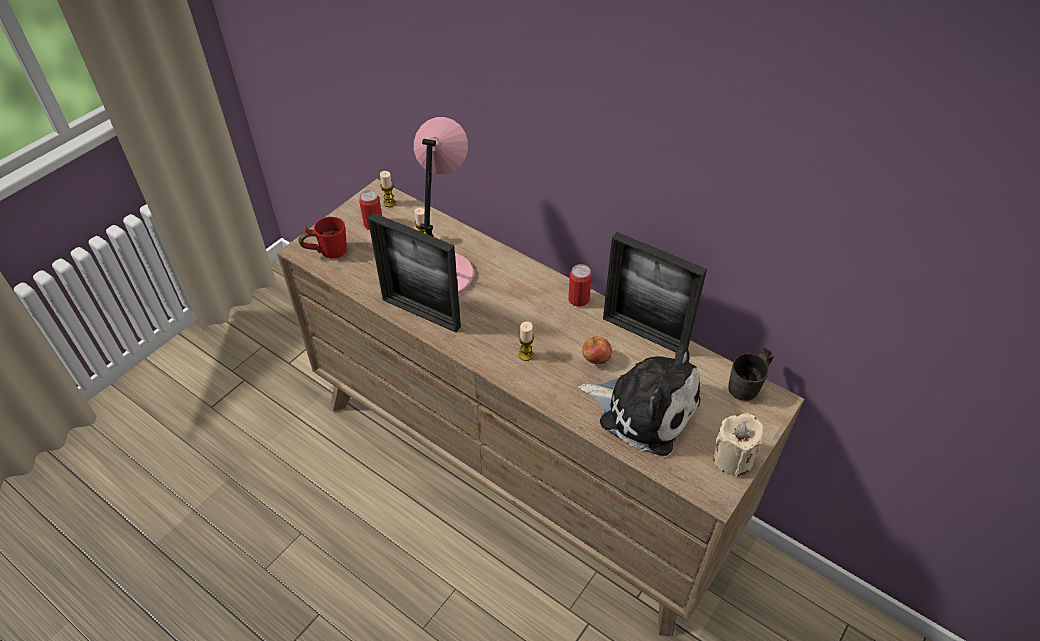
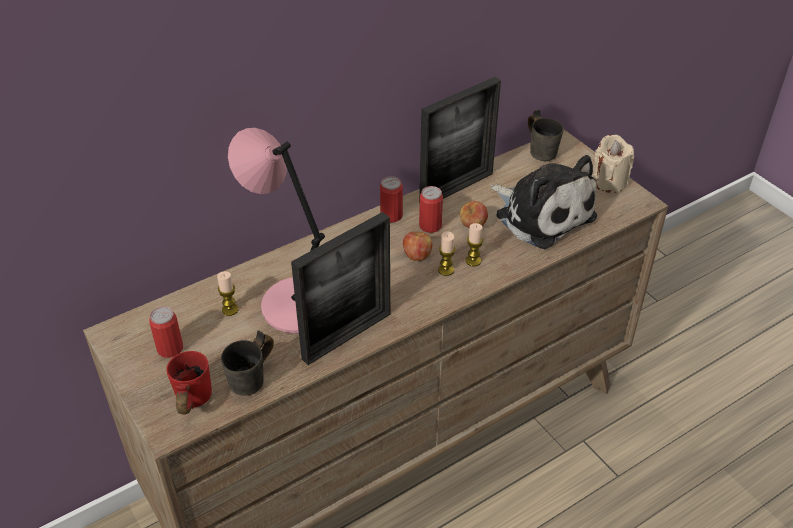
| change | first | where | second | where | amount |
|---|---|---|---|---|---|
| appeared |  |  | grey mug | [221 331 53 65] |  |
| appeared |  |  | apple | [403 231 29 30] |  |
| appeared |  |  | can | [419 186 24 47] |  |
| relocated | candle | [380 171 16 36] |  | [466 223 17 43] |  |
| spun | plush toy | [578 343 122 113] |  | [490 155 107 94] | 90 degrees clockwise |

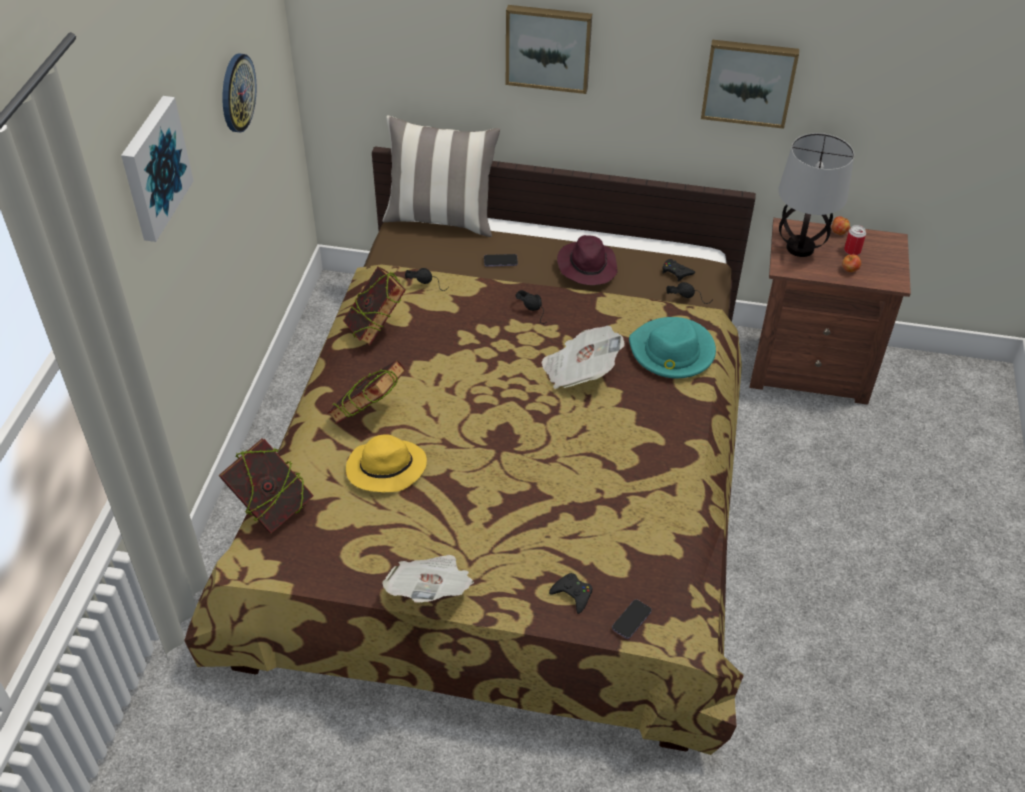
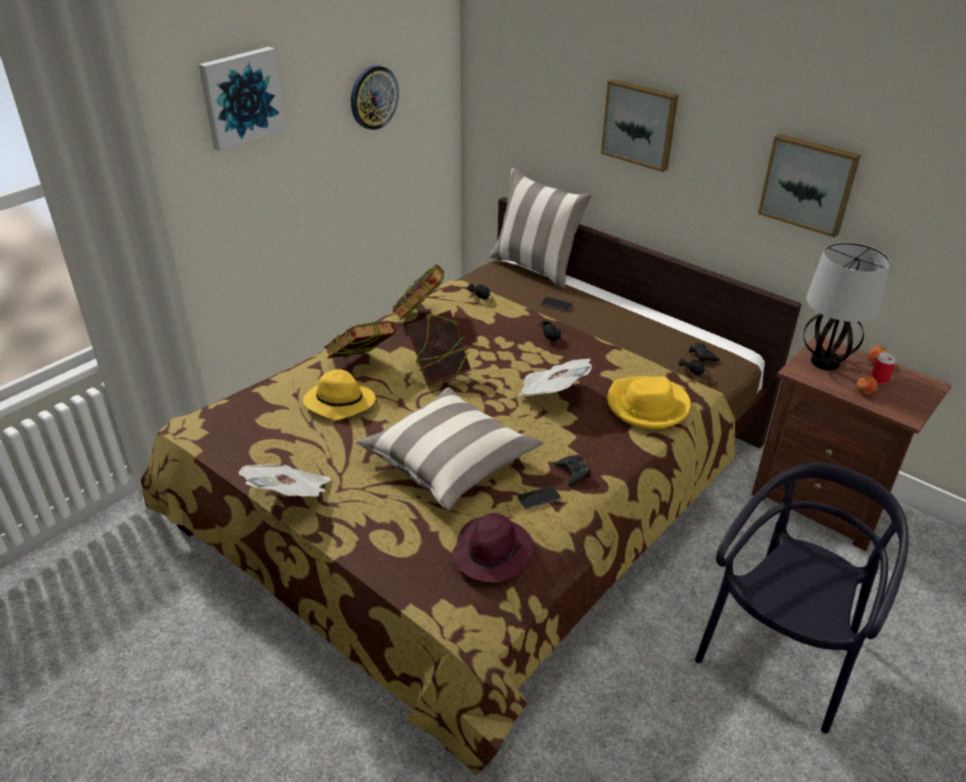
| change | first | where | second | where | amount |
|---|---|---|---|---|---|
| appeared |  |  | pillow | [355 387 188 124] |  |
| relocated | book | [219 439 95 94] |  | [407 310 64 75] |  |
| relocated | purple hat | [557 235 61 50] |  | [452 513 82 70] |  |
| relocated | phone | [612 599 40 40] |  | [518 486 42 23] |  |
| relocated | black game controller | [549 573 43 41] |  | [555 455 36 31] |  |
| colour | turquoise hat | [629 317 87 61] | yellow hat | [607 376 84 53] |  |
| appeared |  |  | black chair | [695 462 214 272] |  |

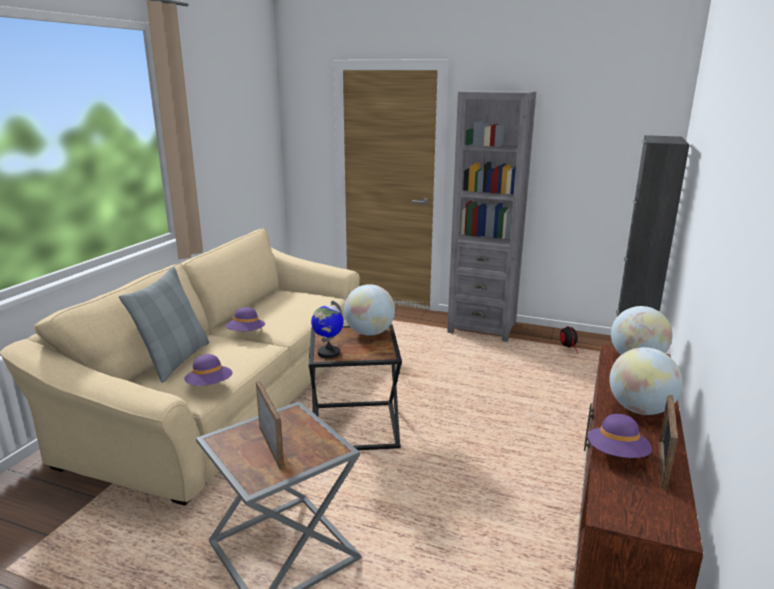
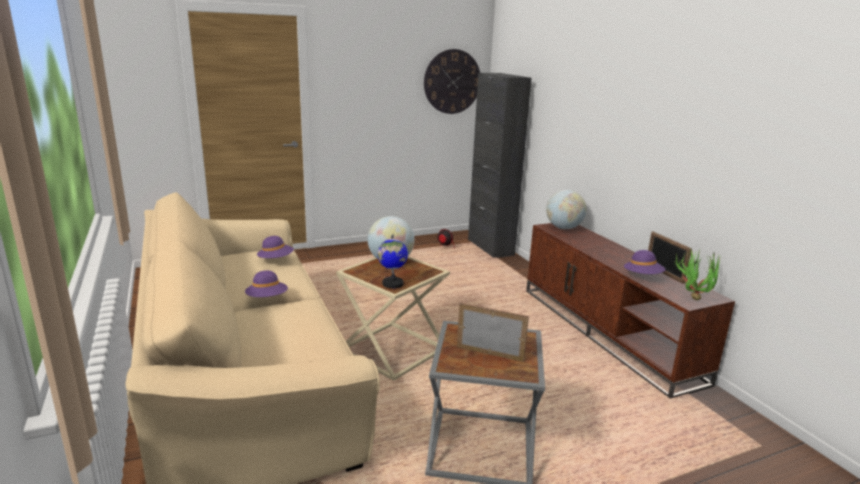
| change | first | where | second | where | amount |
|---|---|---|---|---|---|
| relocated | purple hat | [184 354 49 32] |  | [257 236 37 22] |  |
| colour | black side table | [309 324 93 126] | beige side table | [336 256 114 125] |  |
| appeared |  |  | wall clock | [424 49 56 65] |  |
| appeared |  |  | potted plant | [673 249 47 51] |  |
| missing | grey pillow | [119 266 90 117] |  |  |  |
| missing | grey bookcase | [447 91 89 251] |  |  |  |
| missing | globe | [609 347 74 68] |  |  |  |

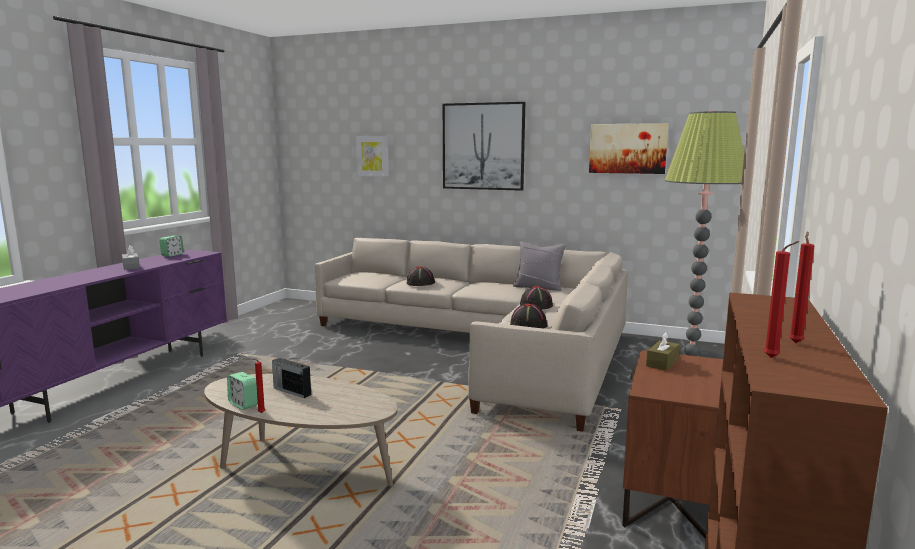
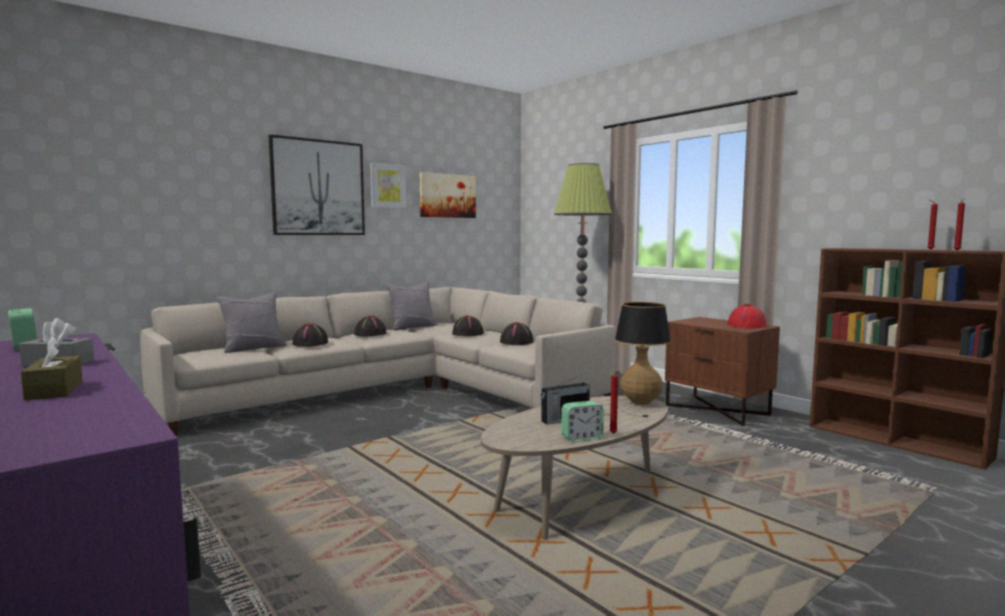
| change | first | where | second | where | amount |
|---|---|---|---|---|---|
| relocated | brown tissue box | [646 332 34 39] |  | [21 336 62 64] |  |
| appeared |  |  | grey pillow | [216 293 71 60] |  |
| appeared |  |  | black hat | [354 316 32 20] |  |
| relocated | picture | [356 136 33 41] |  | [370 163 36 46] |  |
| appeared |  |  | table lamp | [601 302 70 115] |  |
| appeared |  |  | red hat | [727 304 40 24] |  |

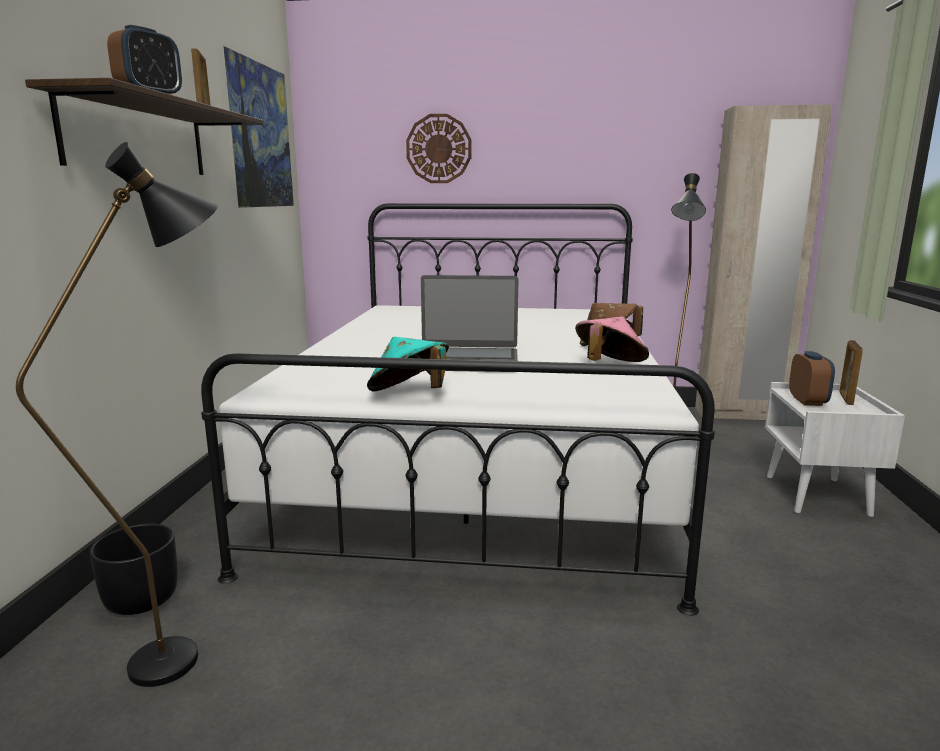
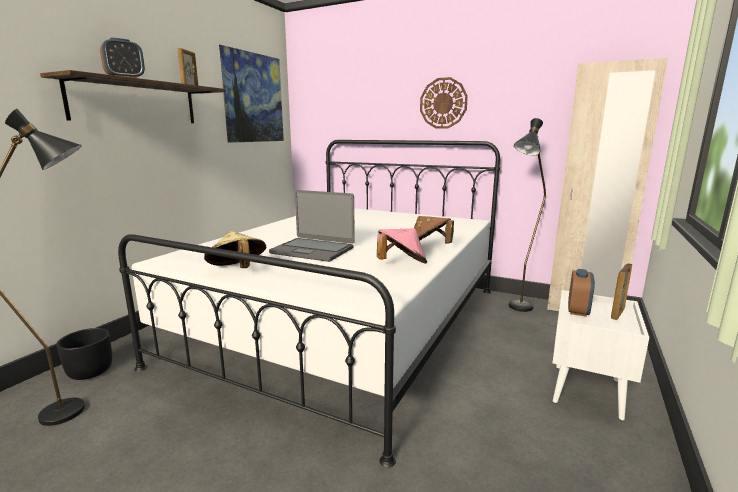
| change | first | where | second | where | amount |
|---|---|---|---|---|---|
| colour | turquoise hat | [367 337 82 54] | beige hat | [204 231 62 37] |  |
| relocated | wall clock | [406 114 65 69] |  | [420 77 48 52] |  |

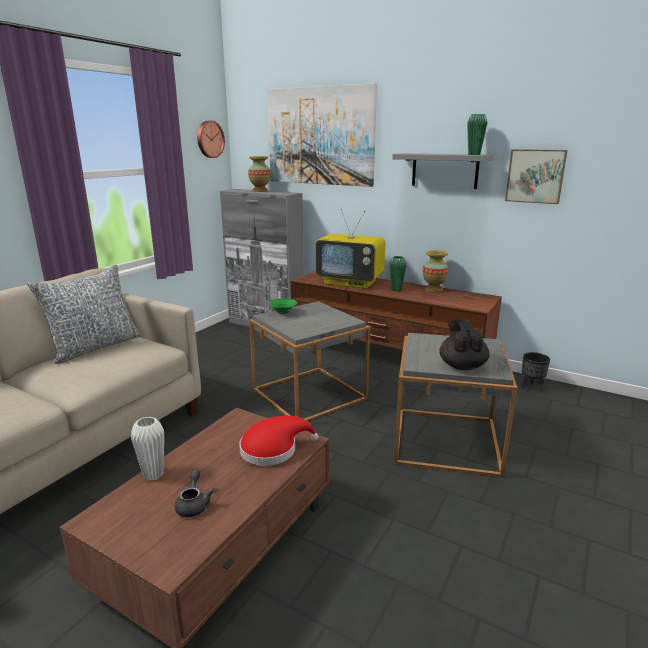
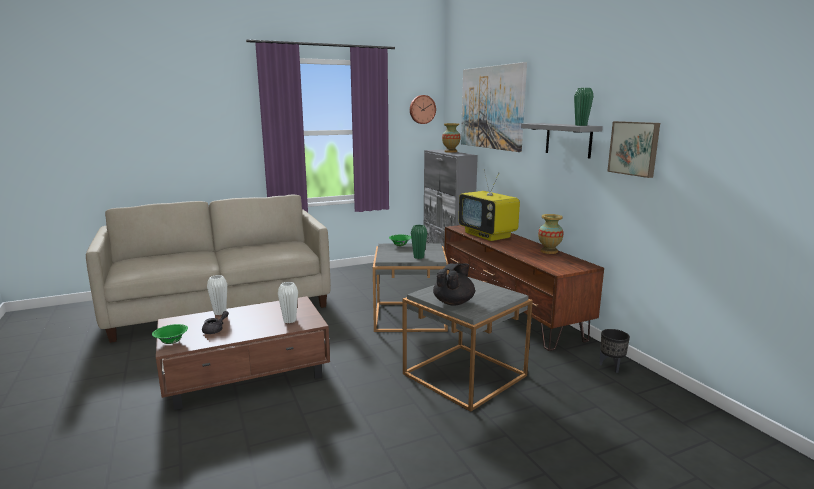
| change | first | where | second | where | amount |
|---|---|---|---|---|---|
| appeared |  |  | green bowl | [152 324 36 20] |  |
| exchanged | red hat | [239 416 80 50] | white vase | [278 282 20 41] |  |
| relocated | green vase | [389 256 17 35] |  | [411 225 16 34] |  |
| missing | pillow | [27 265 114 99] |  |  |  |

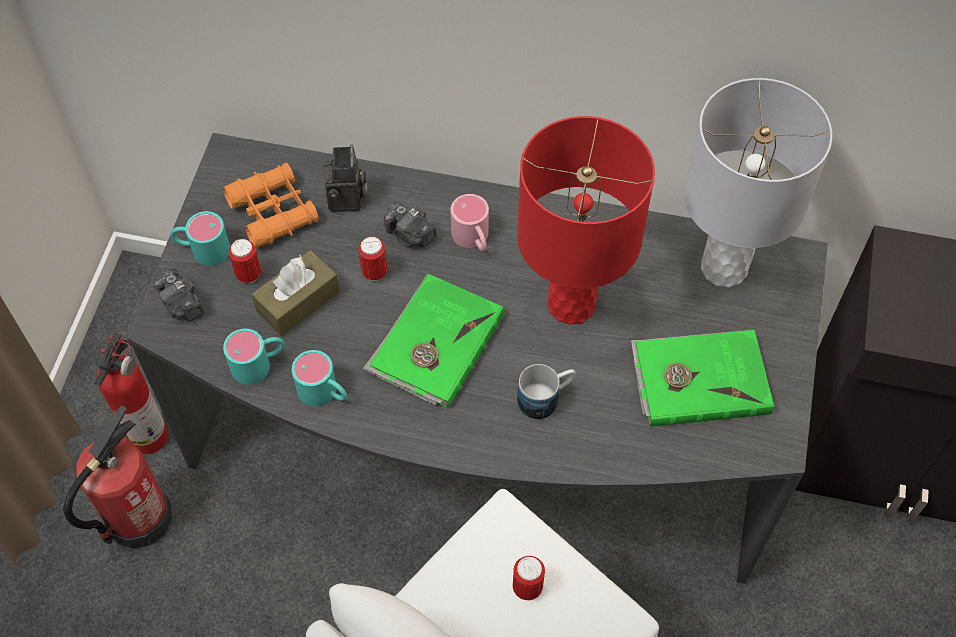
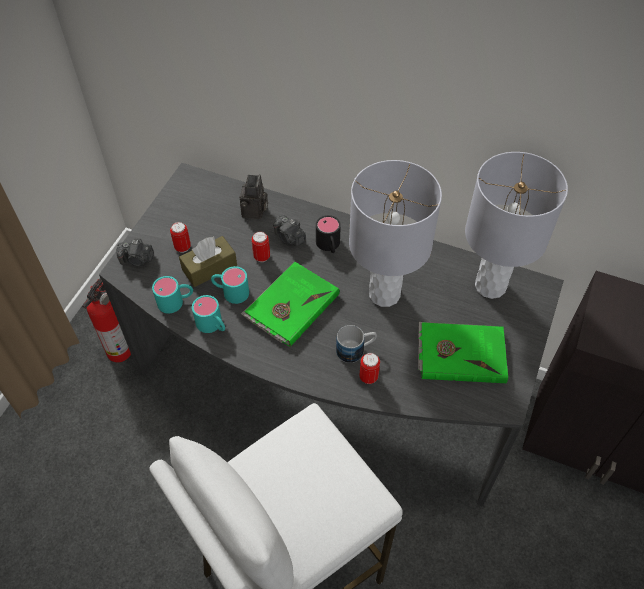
| change | first | where | second | where | amount |
|---|---|---|---|---|---|
| spun | photo camera | [153 269 52 52] |  | [116 238 38 28] | 60 degrees counterclockwise |
| relocated | turquoise mug | [170 211 60 55] |  | [211 266 38 38] |  |
| colour | pink mug | [451 194 38 57] | black mug | [316 215 25 38] |  |
| colour | red table lamp | [517 116 138 209] | grey table lamp | [349 160 93 147] |  |
| relocated | can | [513 556 32 44] |  | [360 353 20 31] |  |
| missing | fire extinguisher | [63 405 109 144] |  |  |  |
| missing | orange binoculars | [223 163 96 85] |  |  |  |

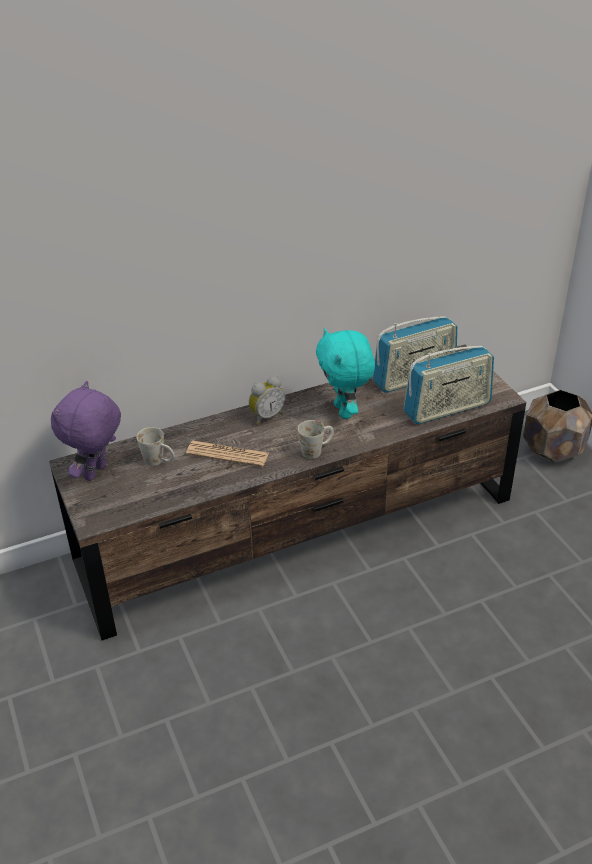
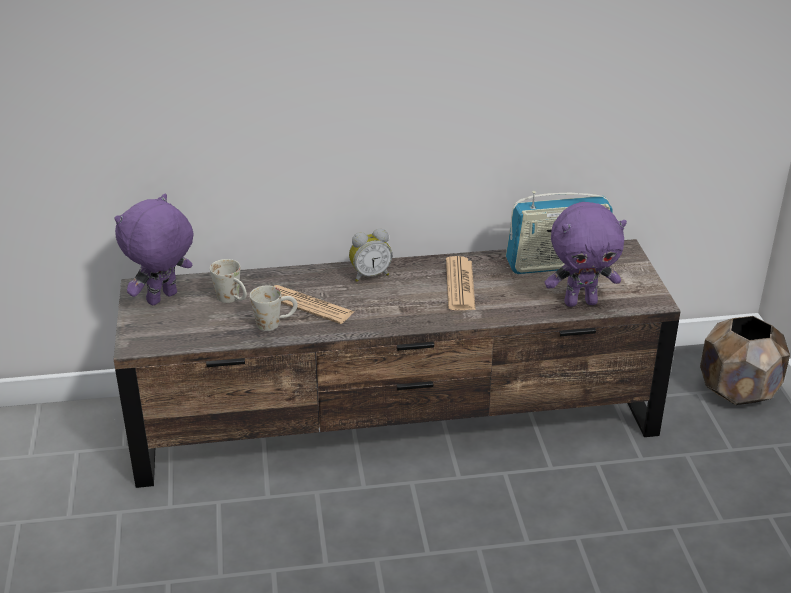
| change | first | where | second | where | amount |
|---|---|---|---|---|---|
| relocated | white mug | [298 420 36 39] |  | [250 285 48 46] |  |
| exchanged | turquoise plush toy | [316 329 59 90] | newspaper | [446 256 30 54] |  |
| exchanged | radio | [403 345 91 79] | purple plush toy | [545 202 82 105] |  |

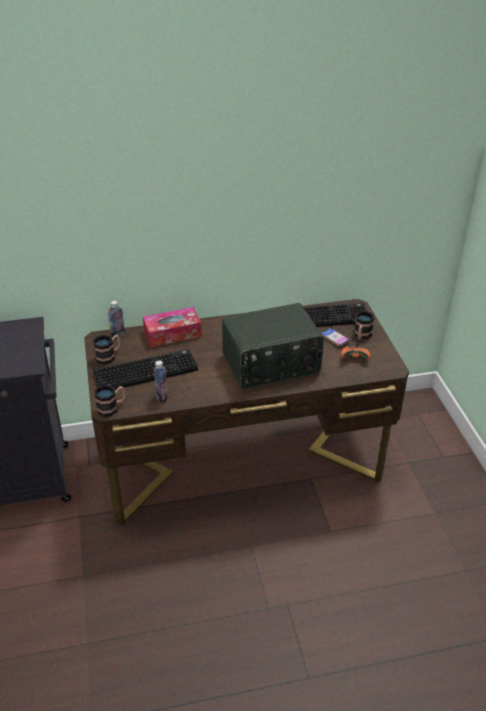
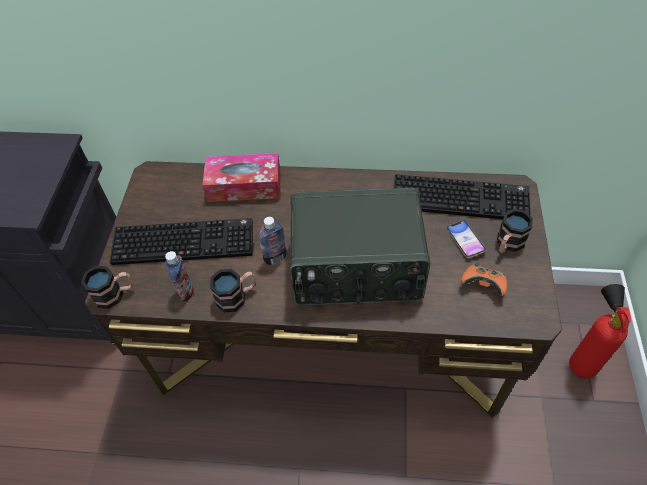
| change | first | where | second | where | amount |
|---|---|---|---|---|---|
| relocated | mug | [92 335 28 30] |  | [210 269 45 43] |  |
| relocated | bottle | [108 301 17 38] |  | [259 217 28 48] |  |
| appeared |  |  | fire extinguisher | [569 284 62 95] |  |

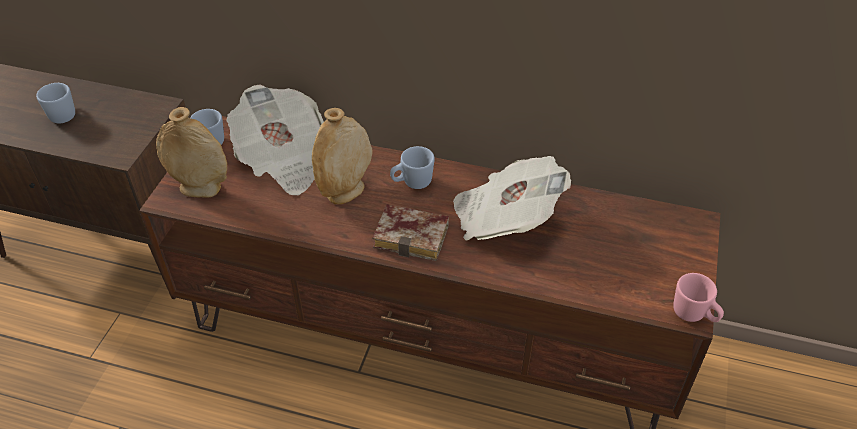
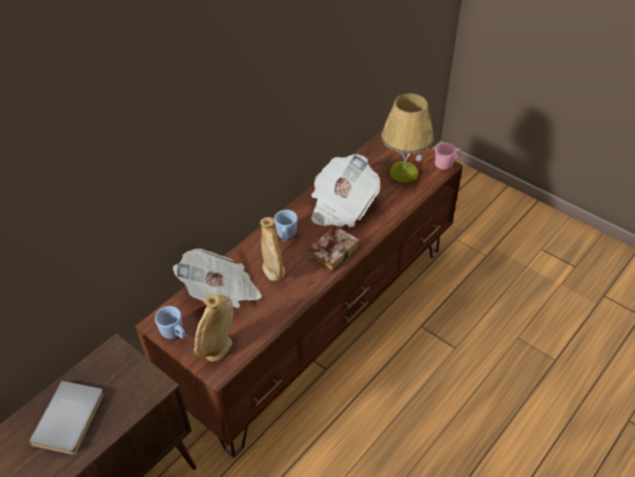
| change | first | where | second | where | amount |
|---|---|---|---|---|---|
| exchanged | blue mug | [36 83 39 40] | grey book | [29 381 75 74] |  |
| appeared |  |  | table lamp | [381 94 53 88] |  |

